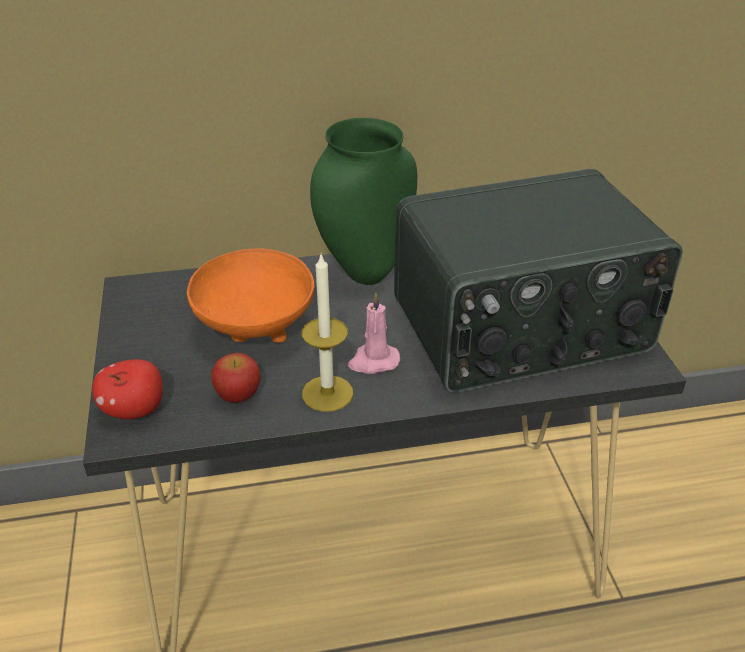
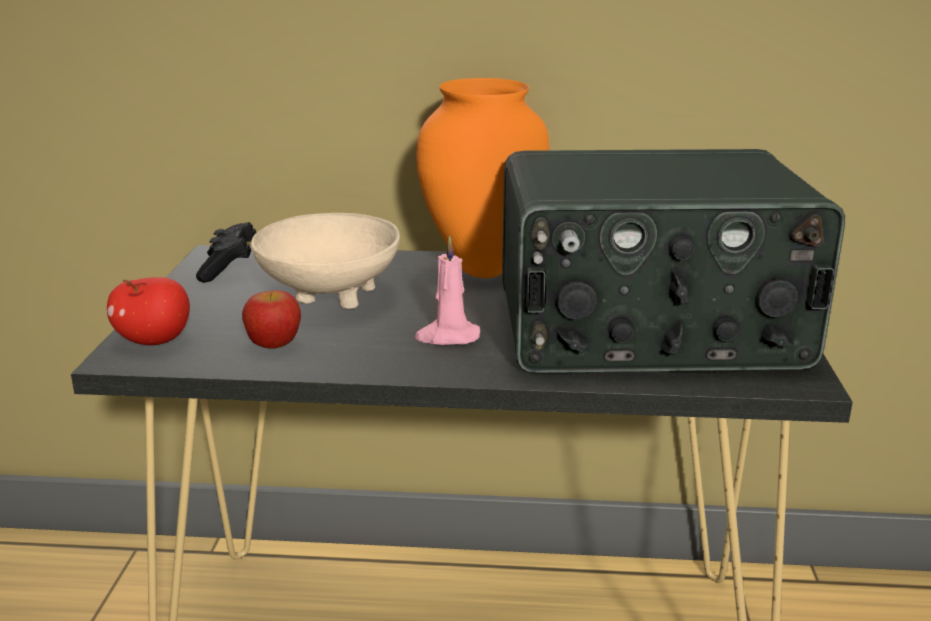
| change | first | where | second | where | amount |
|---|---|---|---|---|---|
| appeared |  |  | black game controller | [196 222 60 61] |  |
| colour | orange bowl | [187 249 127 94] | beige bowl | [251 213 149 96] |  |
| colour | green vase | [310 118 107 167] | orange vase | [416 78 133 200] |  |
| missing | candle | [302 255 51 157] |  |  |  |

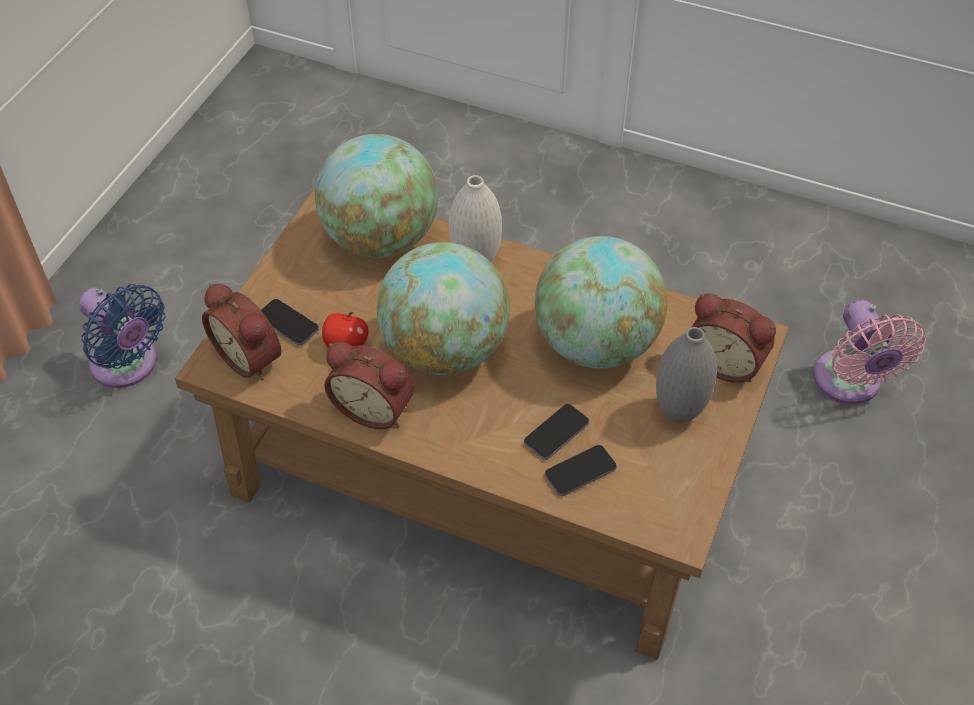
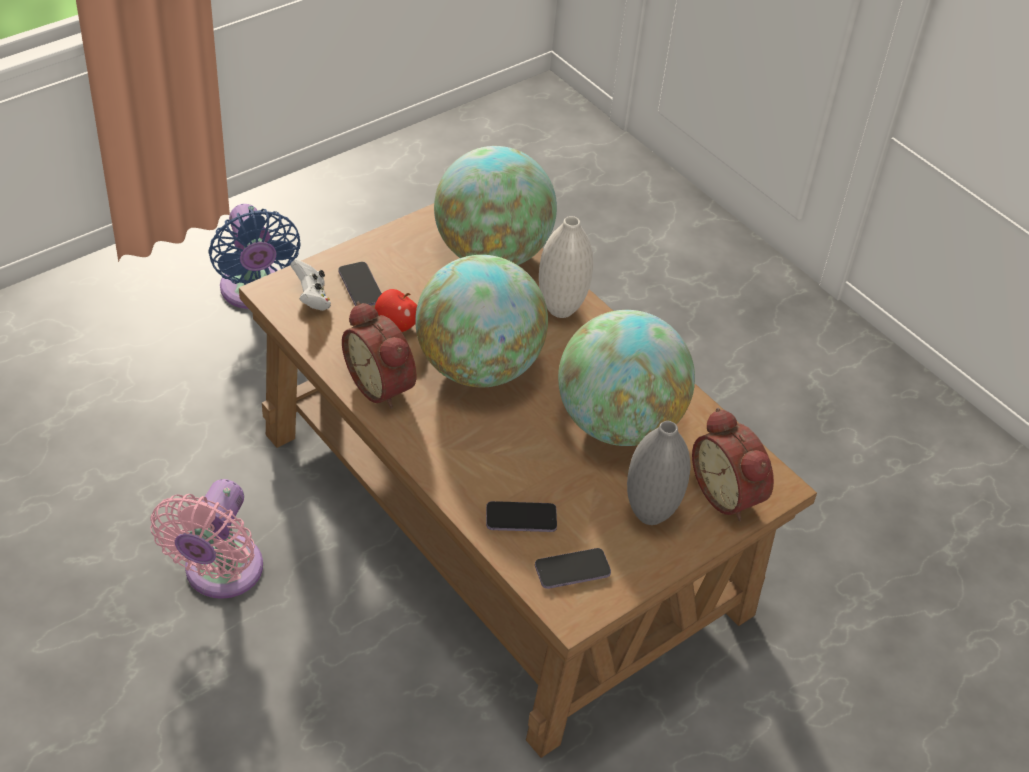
| change | first | where | second | where | amount |
|---|---|---|---|---|---|
| relocated | pink fan | [814 300 112 104] |  | [150 479 113 120] |  |
| exchanged | alarm clock | [202 283 79 97] | white game controller | [290 260 41 51] |  |
| relocated | phone | [524 404 65 56] |  | [535 548 76 41] |  |

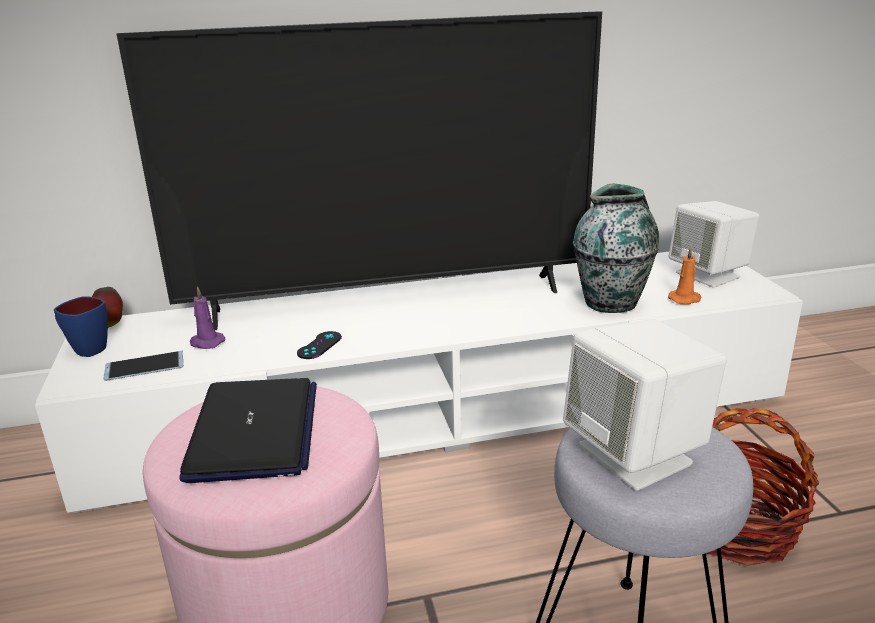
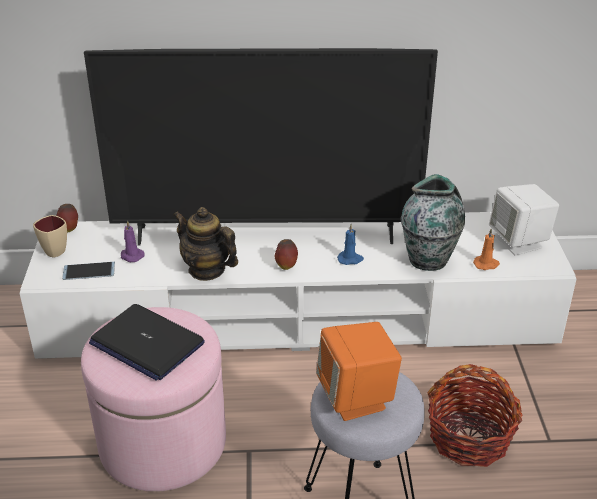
| change | first | where | second | where | amount |
|---|---|---|---|---|---|
| colour | blue mug | [54 296 54 61] | beige mug | [33 215 34 43] |  |
| spun | laptop | [179 378 138 105] |  | [89 304 116 77] | 120 degrees clockwise |
| exchanged | black game controller | [297 331 45 28] | teapot | [174 207 64 74] |  |
| appeared |  |  | apple | [275 239 23 31] |  |
| colour | white speaker | [563 319 164 172] | orange speaker | [316 322 86 99] |  |
| appeared |  |  | blue candle | [337 225 27 40] |  |

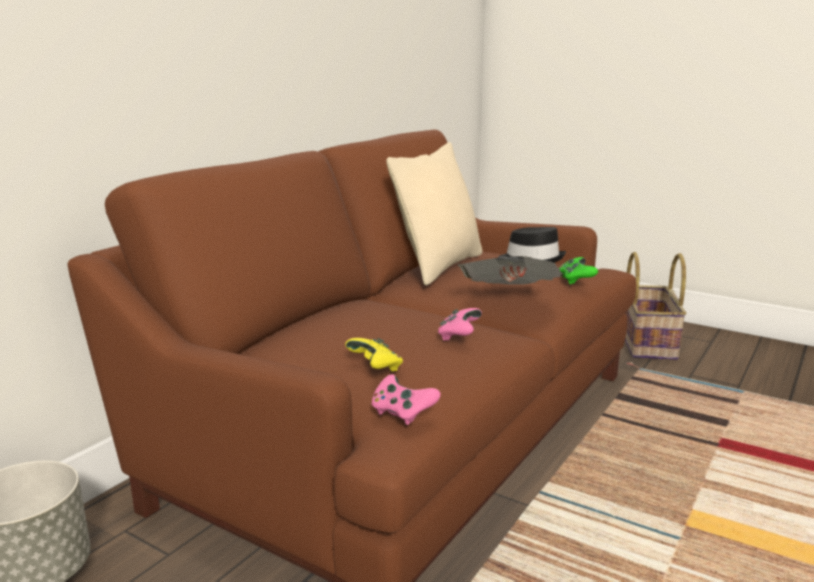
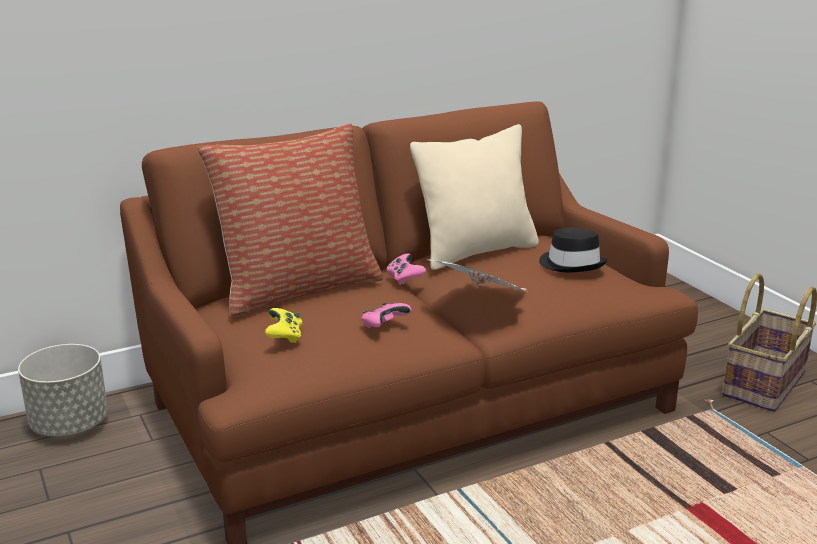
| change | first | where | second | where | amount |
|---|---|---|---|---|---|
| appeared |  |  | pillow | [197 124 186 192] |  |
| relocated | pink game controller | [371 374 70 51] |  | [387 254 39 31] |  |
| missing | green game controller | [559 257 39 27] |  |  |  |

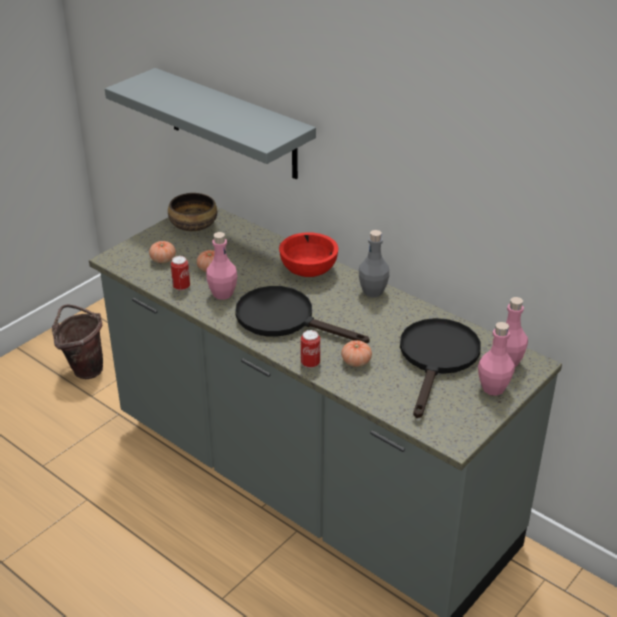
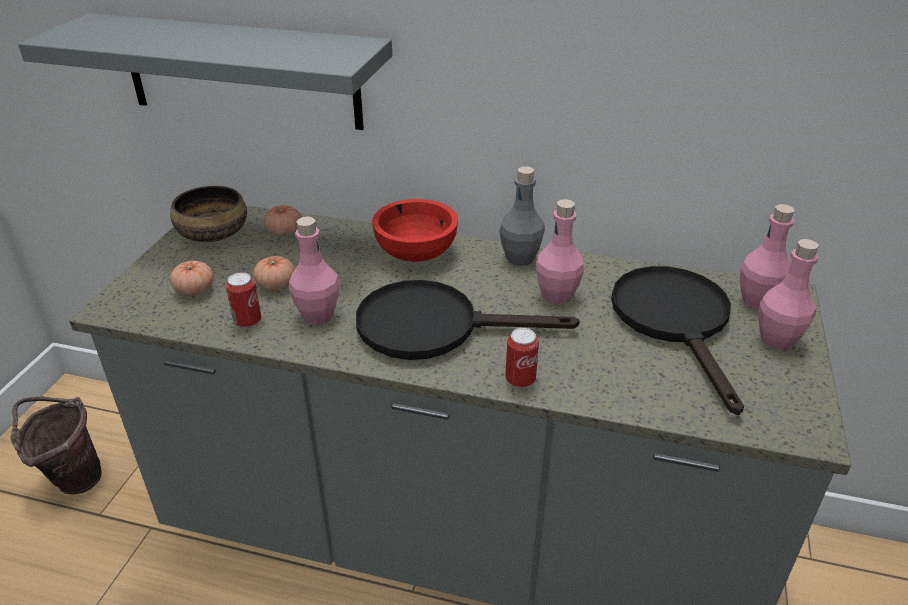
| change | first | where | second | where | amount |
|---|---|---|---|---|---|
| relocated | tomato | [341 340 31 27] |  | [263 205 38 31] |  |
| appeared |  |  | pink bottle | [536 199 48 105] |  |

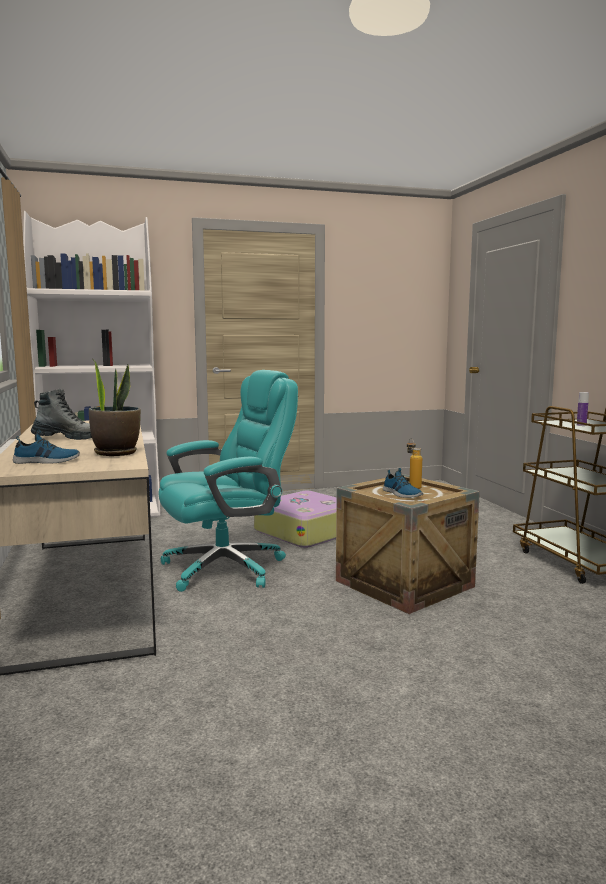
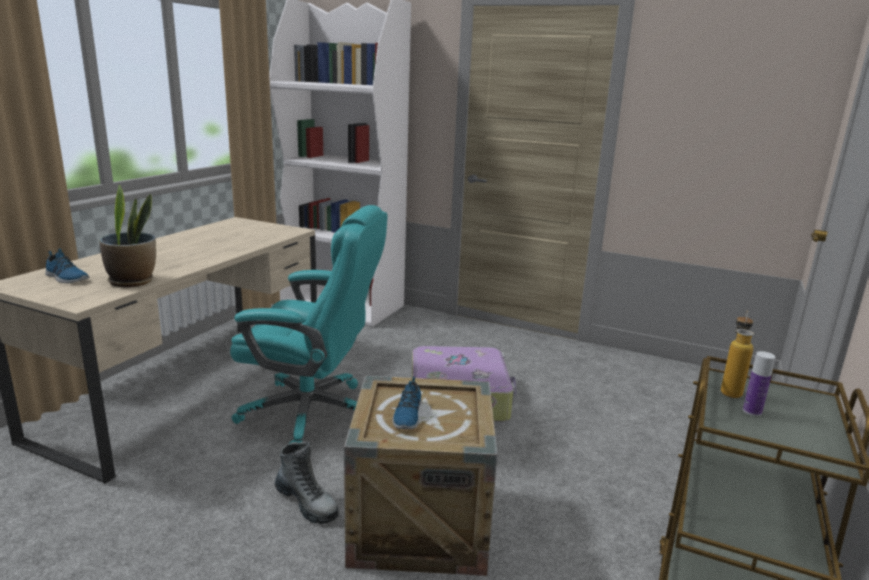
| change | first | where | second | where | amount |
|---|---|---|---|---|---|
| relocated | boot | [31 389 61 51] |  | [275 441 64 83] |  |
| relocated | bottle | [407 438 15 51] |  | [721 311 33 87] |  |

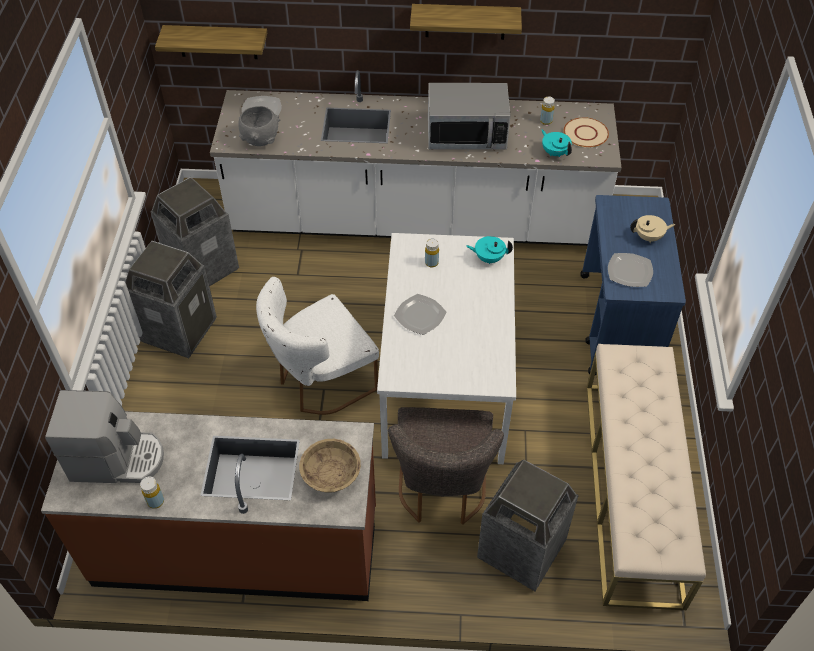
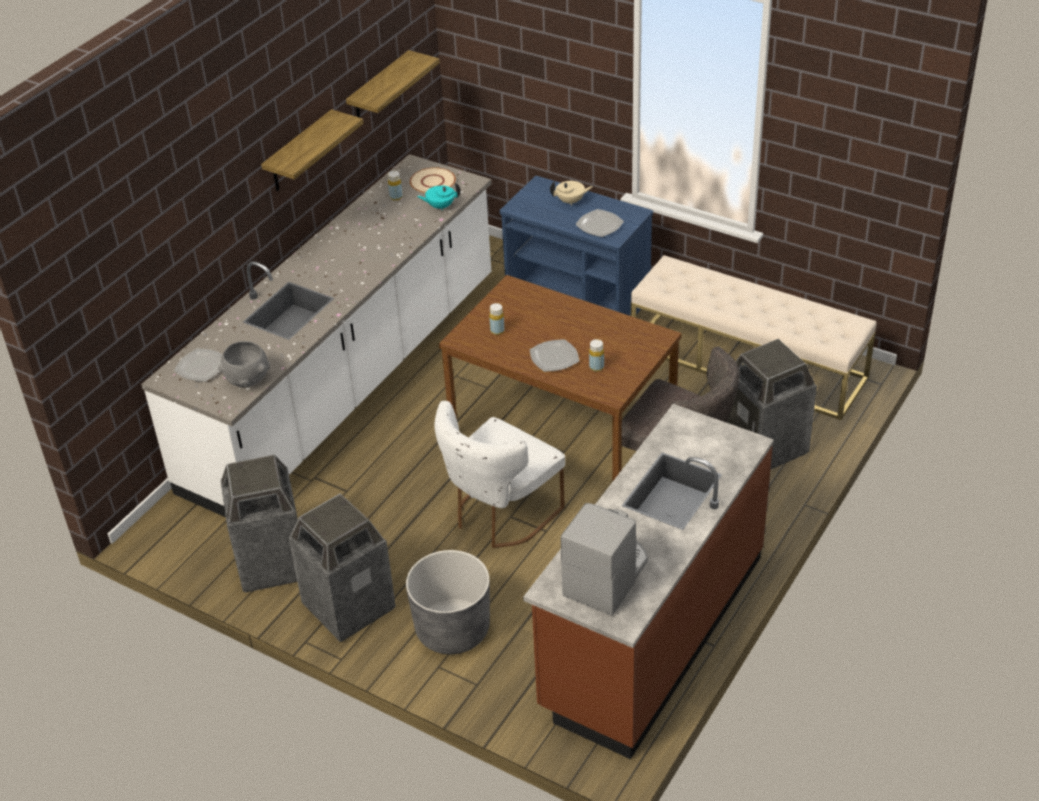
| change | first | where | second | where | amount |
|---|---|---|---|---|---|
| relocated | shelf | [155 25 112 34] |  | [346 50 94 68] |  |
| appeared |  |  | grey planter | [406 550 84 104] |  |
| spun | white chair | [256 277 123 138] |  | [435 401 130 147] | 45 degrees clockwise |
| colour | white dining table | [377 233 139 231] | brown dining table | [439 275 243 207] |  |
| spun | beige teapot | [630 215 45 28] |  | [550 181 43 25] | 60 degrees clockwise |
| relocated | yellow bottle | [140 477 24 32] |  | [589 339 15 33] |  |
| missing | beige bowl | [299 439 62 54] |  |  |  |
| missing | microwave | [428 83 83 67] |  |  |  |
| missing | turquoise teapot | [466 236 47 28] |  |  |  |

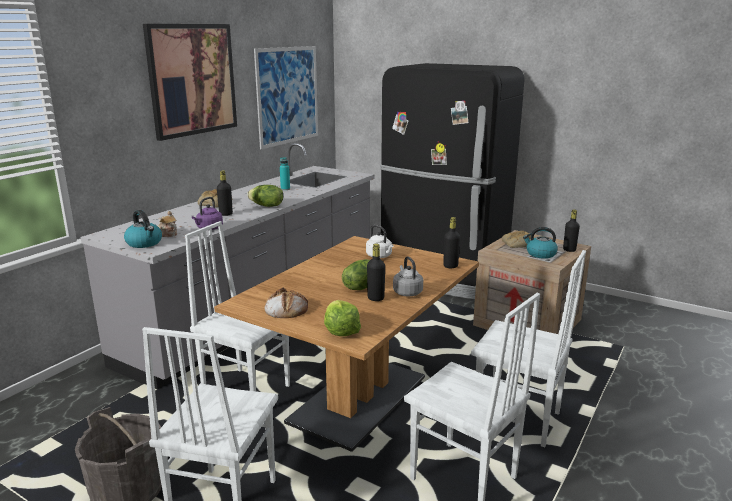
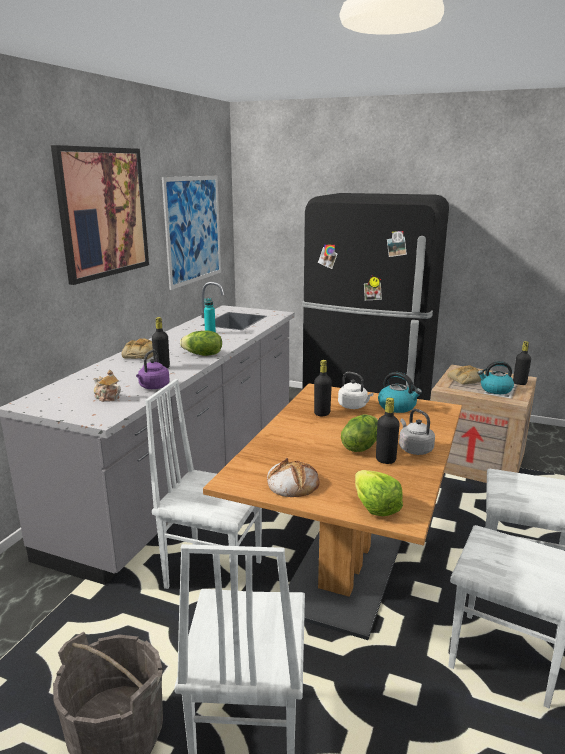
| change | first | where | second | where | amount |
|---|---|---|---|---|---|
| relocated | black bottle | [443 217 17 51] |  | [314 360 18 56] |  |
| relocated | kettle | [124 210 38 38] |  | [378 372 44 41] |  |

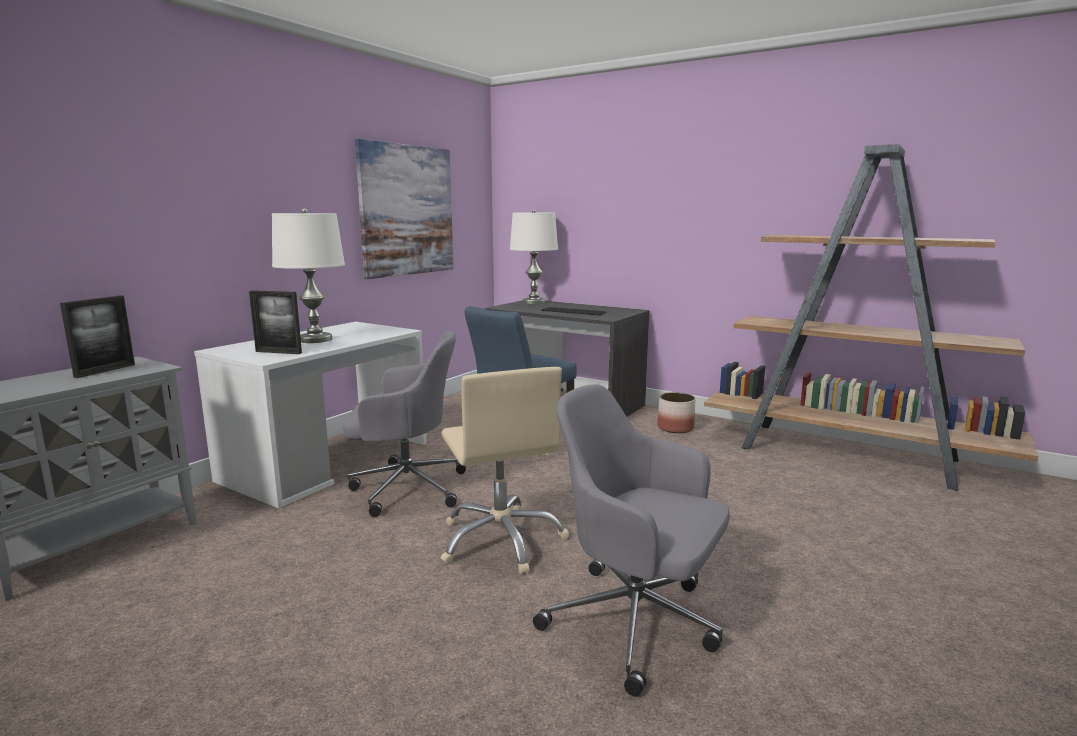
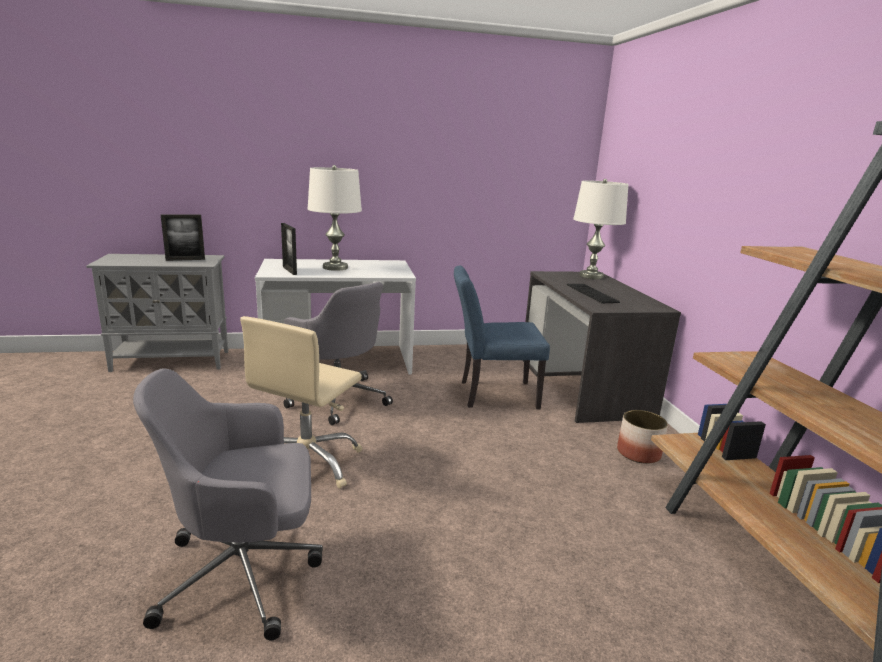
| change | first | where | second | where | amount |
|---|---|---|---|---|---|
| spun | grey office chair | [533 384 197 313] |  | [133 368 190 272] | 90 degrees counterclockwise |
| missing | picture | [355 139 98 140] |  |  |  |

